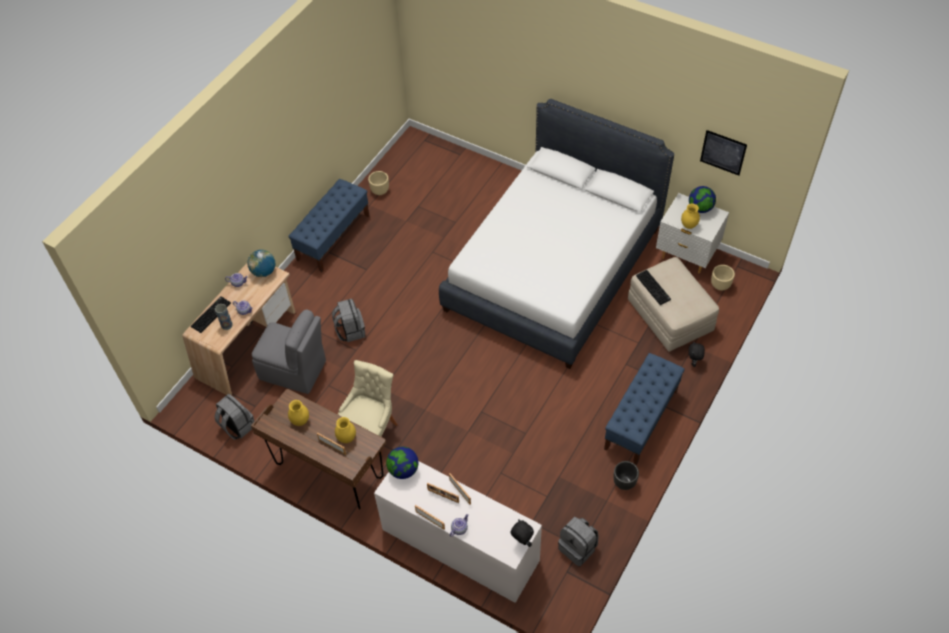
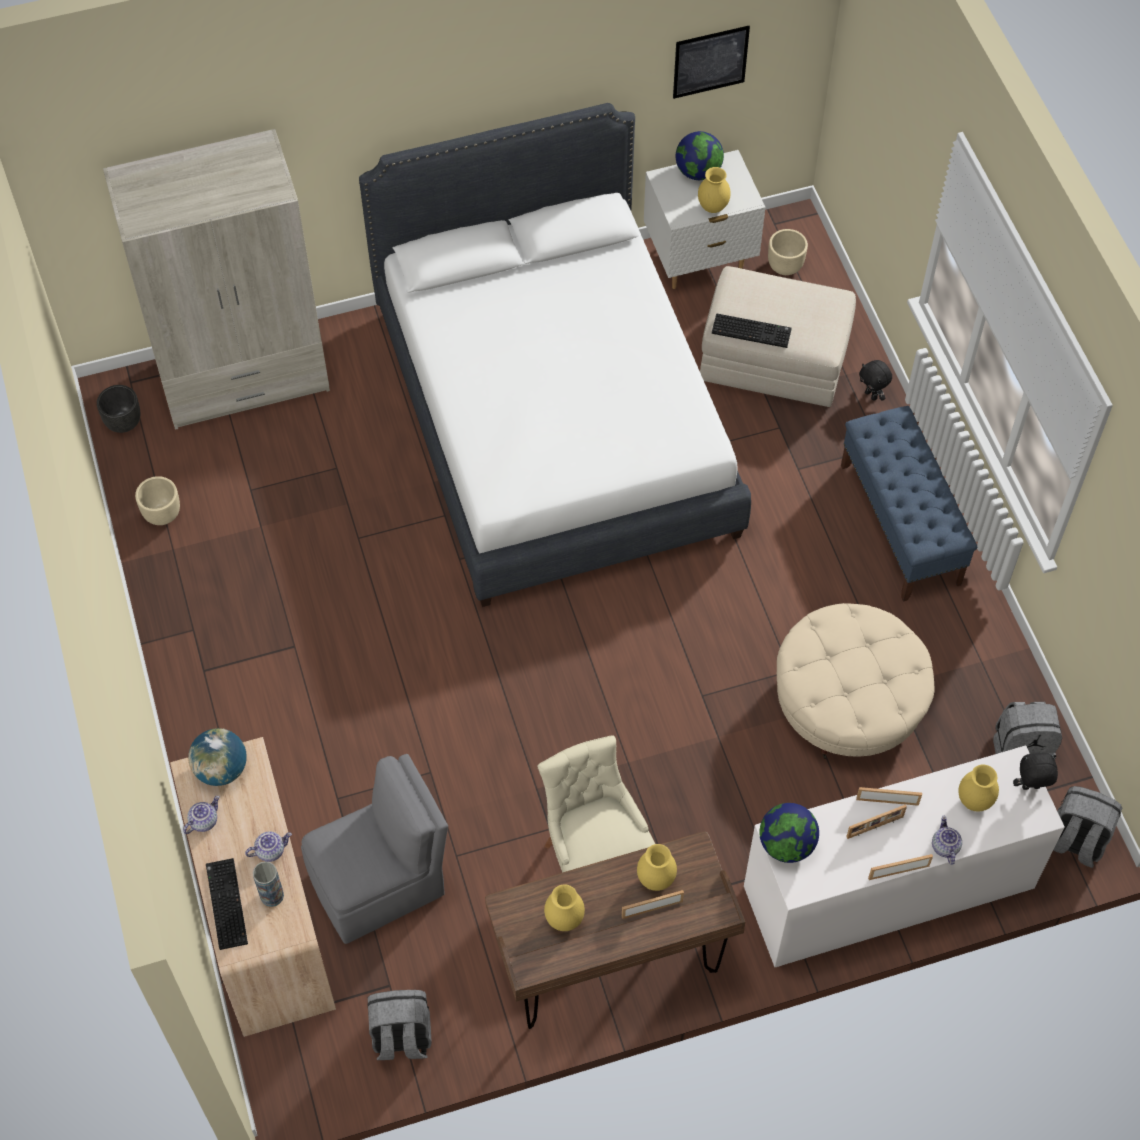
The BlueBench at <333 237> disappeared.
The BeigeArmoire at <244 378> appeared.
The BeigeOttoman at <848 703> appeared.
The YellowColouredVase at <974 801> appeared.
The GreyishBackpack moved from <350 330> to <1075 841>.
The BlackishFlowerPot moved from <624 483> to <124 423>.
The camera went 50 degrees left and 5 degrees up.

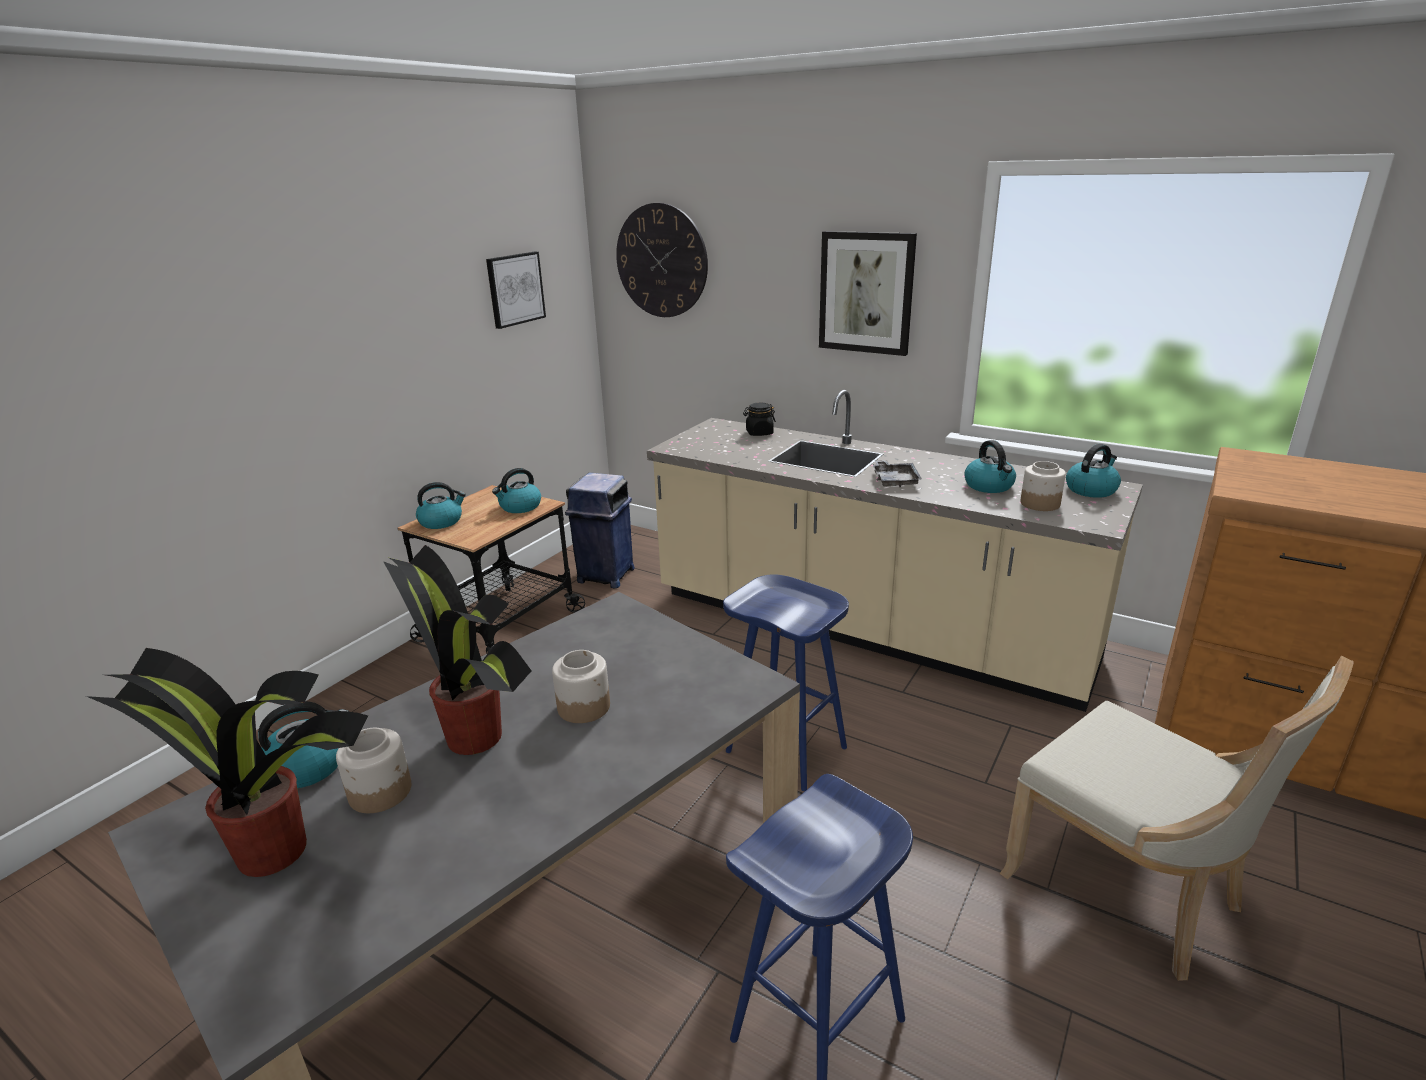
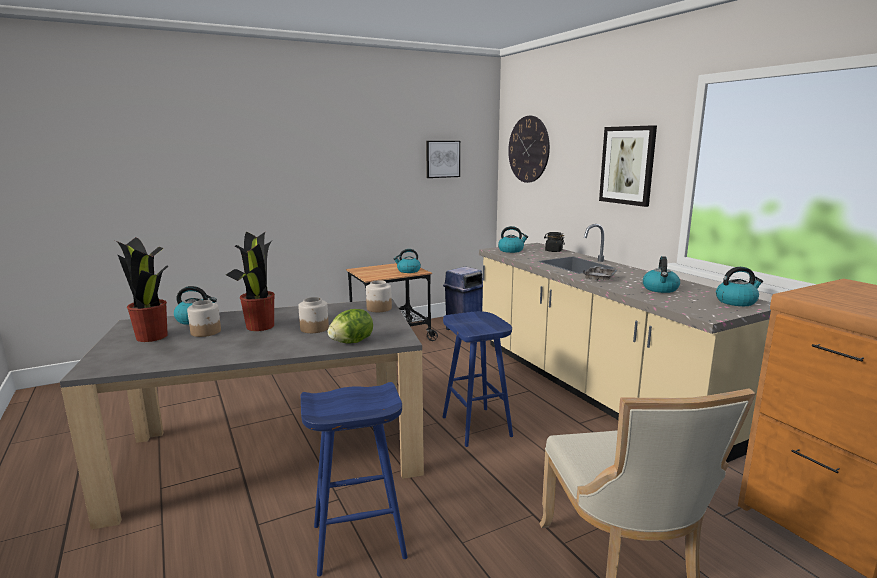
The LettuceHead at <351 342> appeared.
The TeaKettle moved from <441 521> to <511 250>.
The PreserveJar moved from <1039 504> to <378 308>.
The camera went 30 degrees right and 10 degrees down.

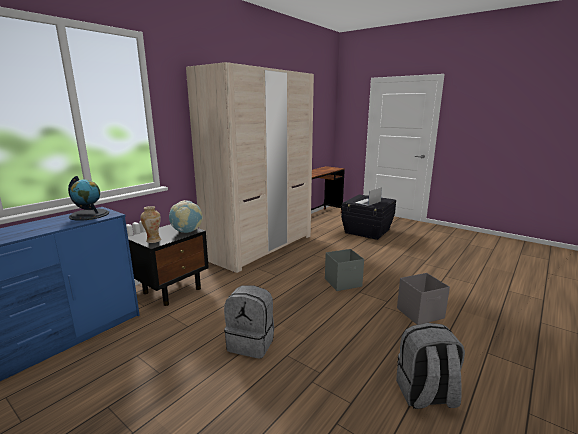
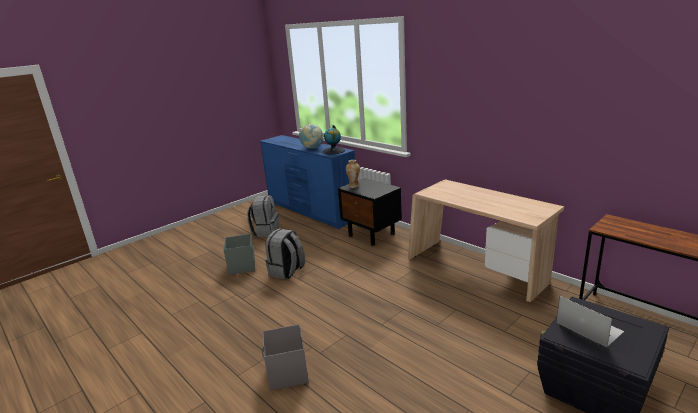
The Globe moved from <187 232> to <312 148>.
The GreyishStorageBin moved from <343 283> to <242 267>.
The GreyishBackpack moved from <425 395> to <265 231>.
The BeigeArmoire at <260 247> was replaced by the BeigeDeskTable at <476 270>.
The camera went 100 degrees right and 5 degrees up.

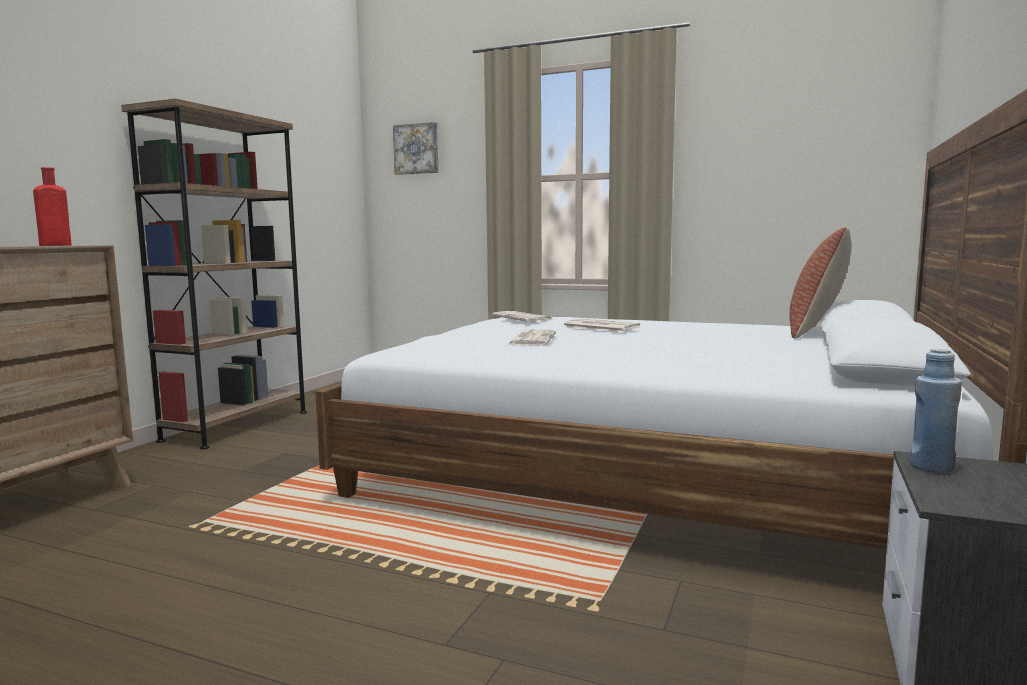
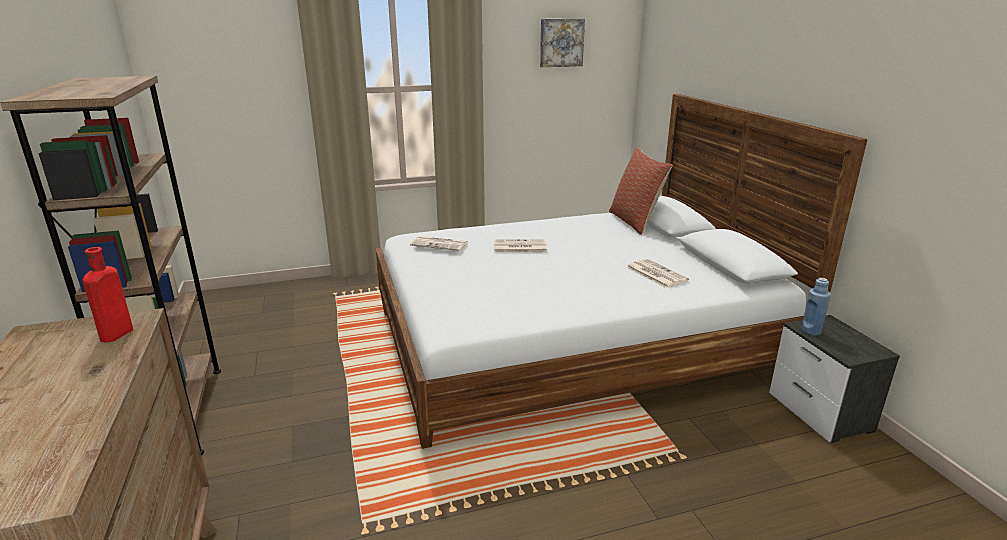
The Picture moved from <417 149> to <561 42>.
The DailyPaper moved from <531 339> to <655 274>.
The camera went 40 degrees left and 15 degrees up.

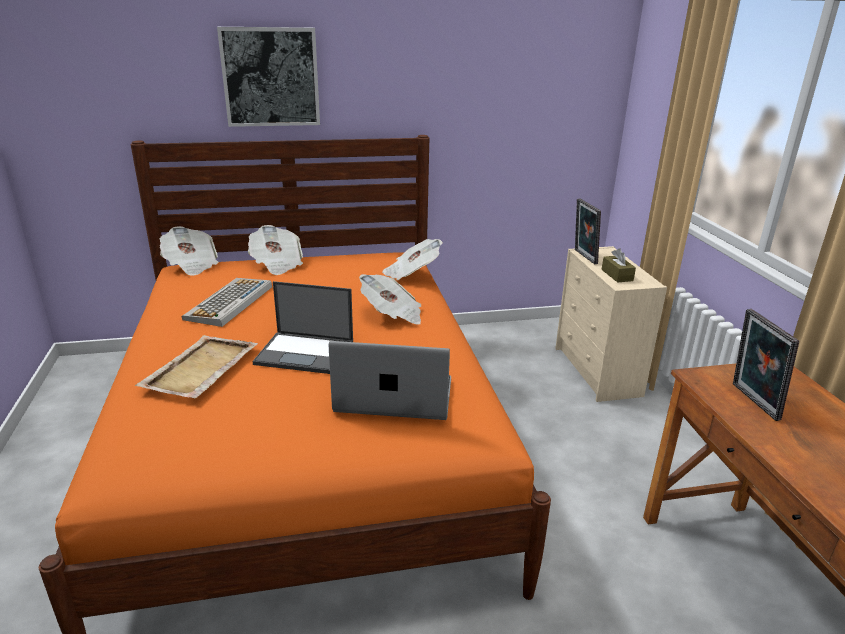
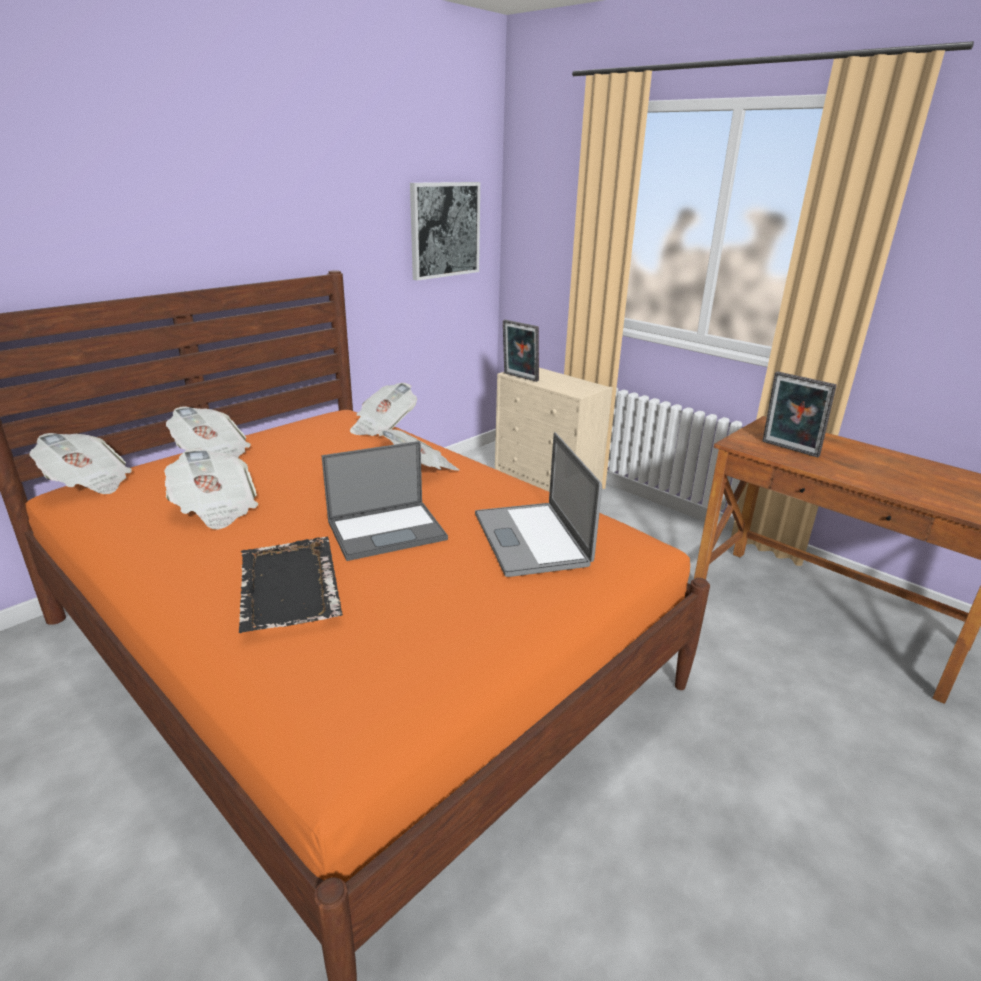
The BrownishTissueHolder at <617 275> disappeared.
The Picture moved from <271 77> to <444 230>.
The PcKeyboard at <229 303> was replaced by the DailyPaper at <215 509>.
The BeigeTray at <200 369> became the BlackishTray at <288 587>.
The NotebookComputer at <394 396> turned 75 degrees counterclockwise.
The camera went 35 degrees left and 0 degrees up.

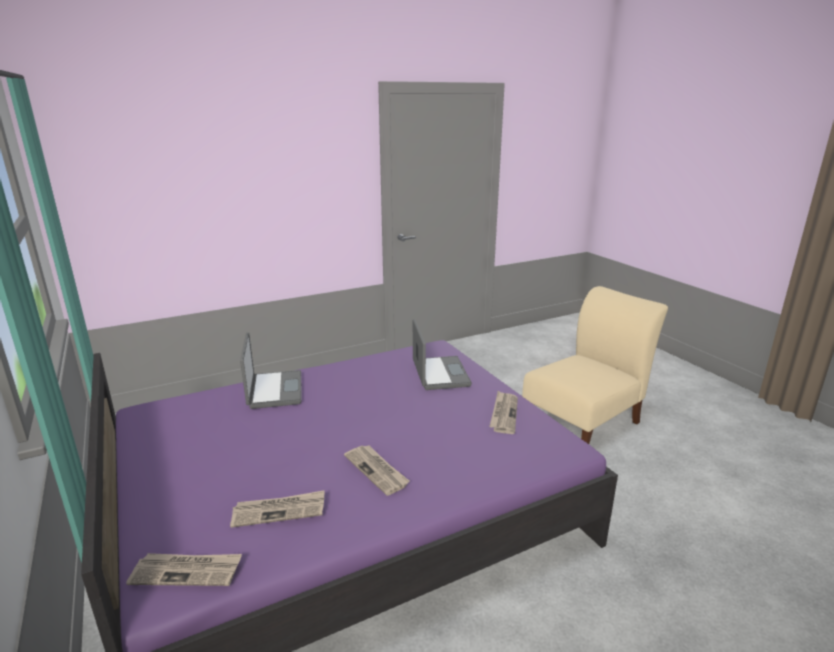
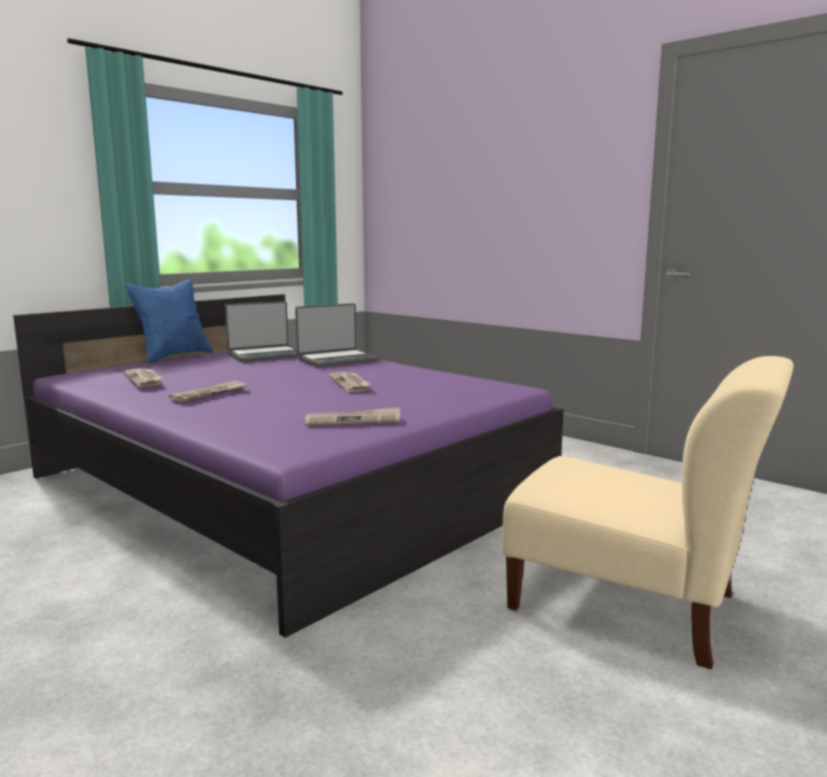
The BluePillow at <173 357> appeared.
The DailyPaper moved from <187 571> to <351 384>.
The NotebookComputer moved from <439 374> to <265 355>.
The camera went 70 degrees right and 10 degrees down.

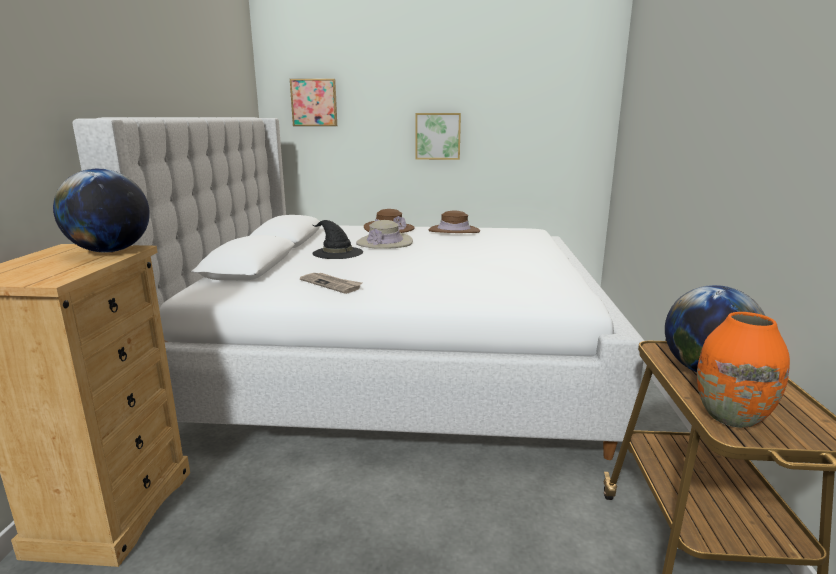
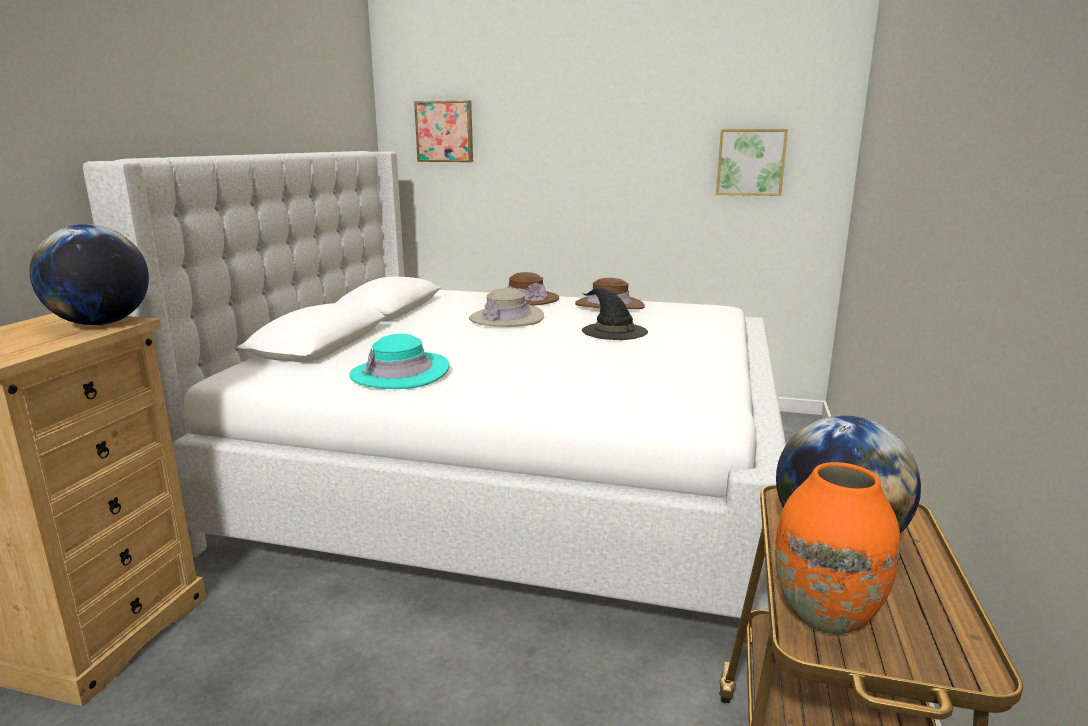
The BlackishHat moved from <337 252> to <613 331>.
The Picture moved from <438 136> to <750 162>.
The DailyPaper at <331 284> was replaced by the TurquoiseHat at <400 373>.
The camera went 10 degrees right and 0 degrees up.

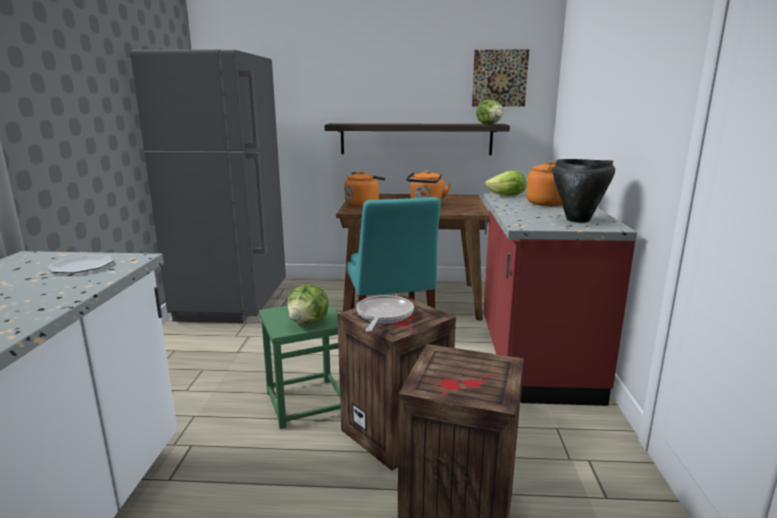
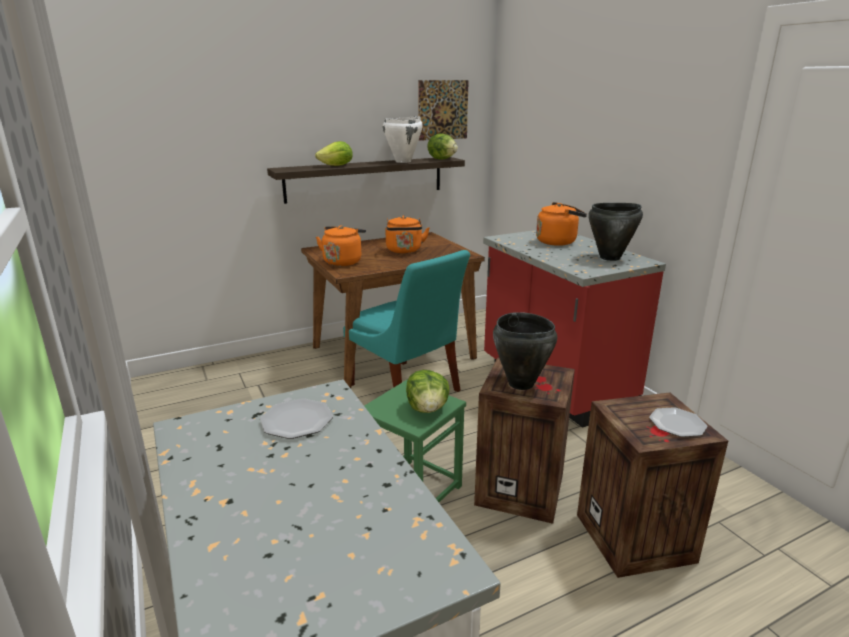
The GreyishRefrigerator at <233 302> disappeared.
The WhiteSaucepot at <403 161> appeared.
The FlatDish at <676 424> appeared.
The LettuceHead moved from <507 196> to <337 166>.
The Pan at <383 315> was replaced by the BlackishSaucepot at <520 384>.
The camera went 30 degrees left and 5 degrees up.

